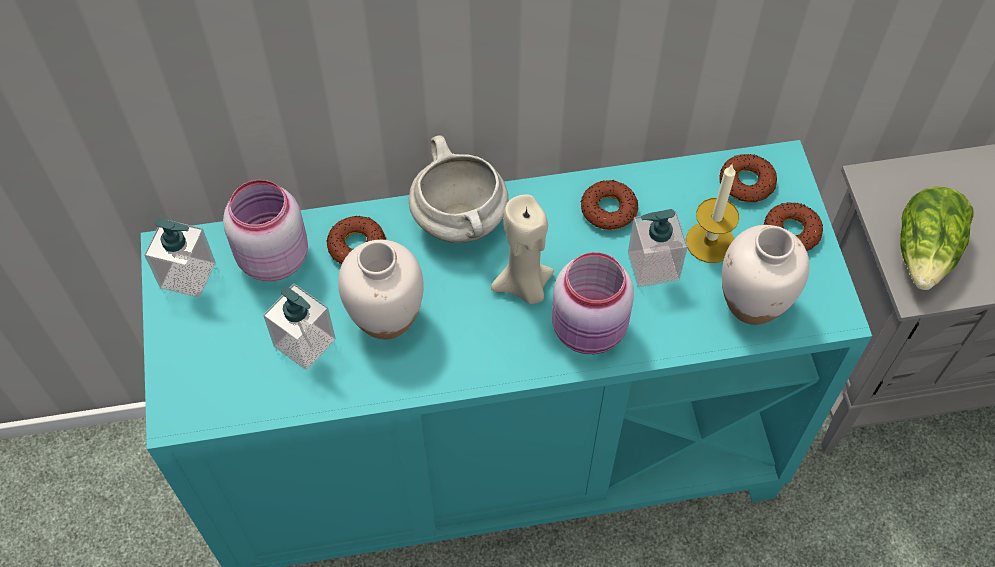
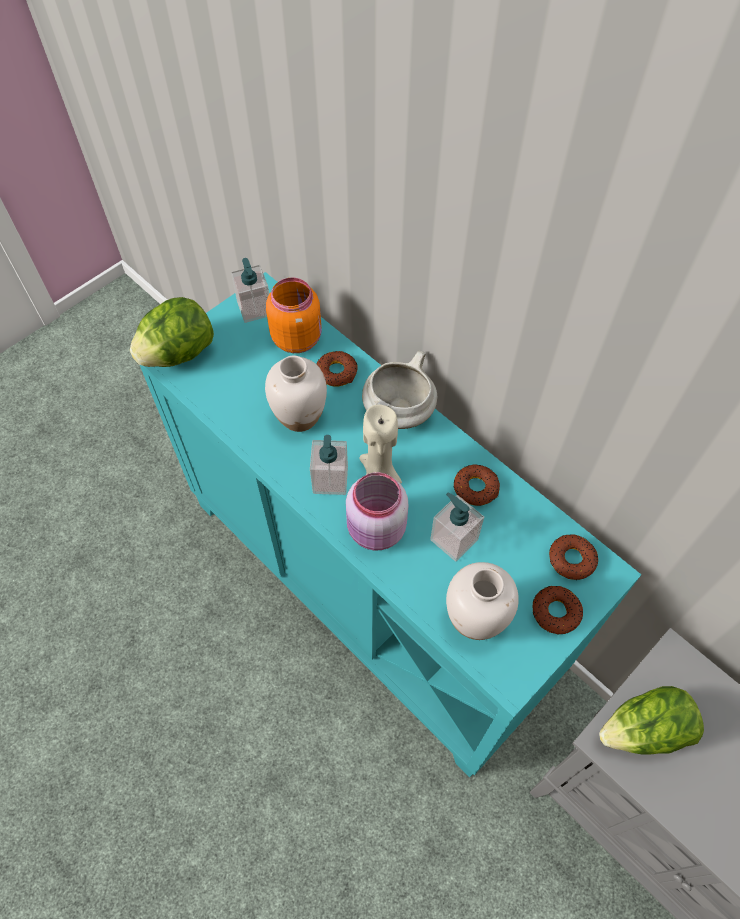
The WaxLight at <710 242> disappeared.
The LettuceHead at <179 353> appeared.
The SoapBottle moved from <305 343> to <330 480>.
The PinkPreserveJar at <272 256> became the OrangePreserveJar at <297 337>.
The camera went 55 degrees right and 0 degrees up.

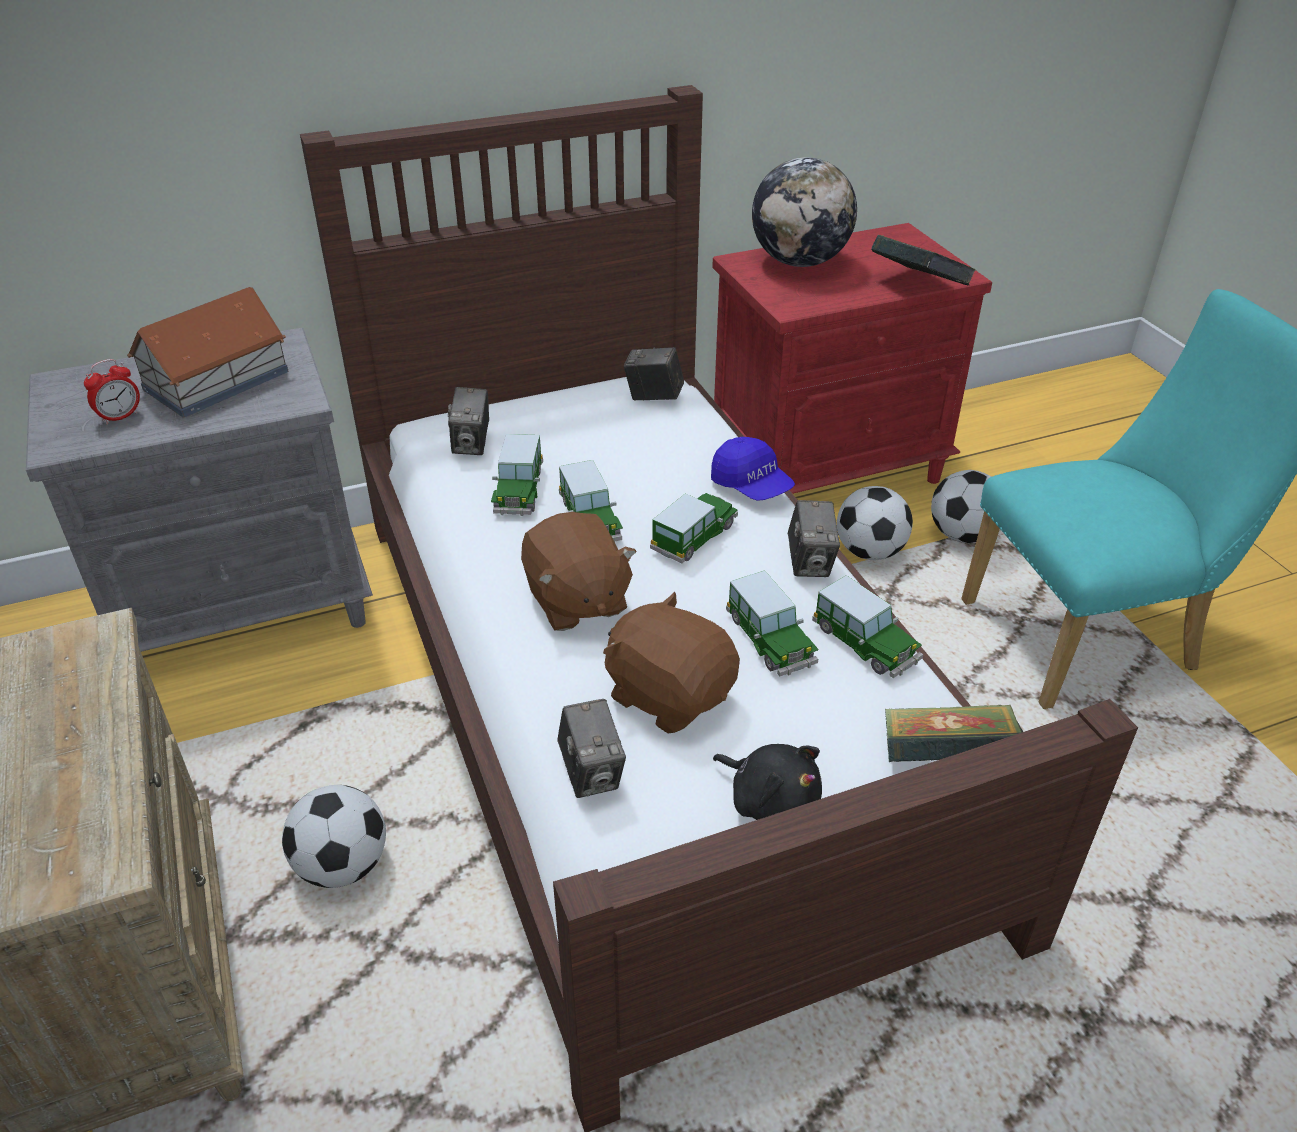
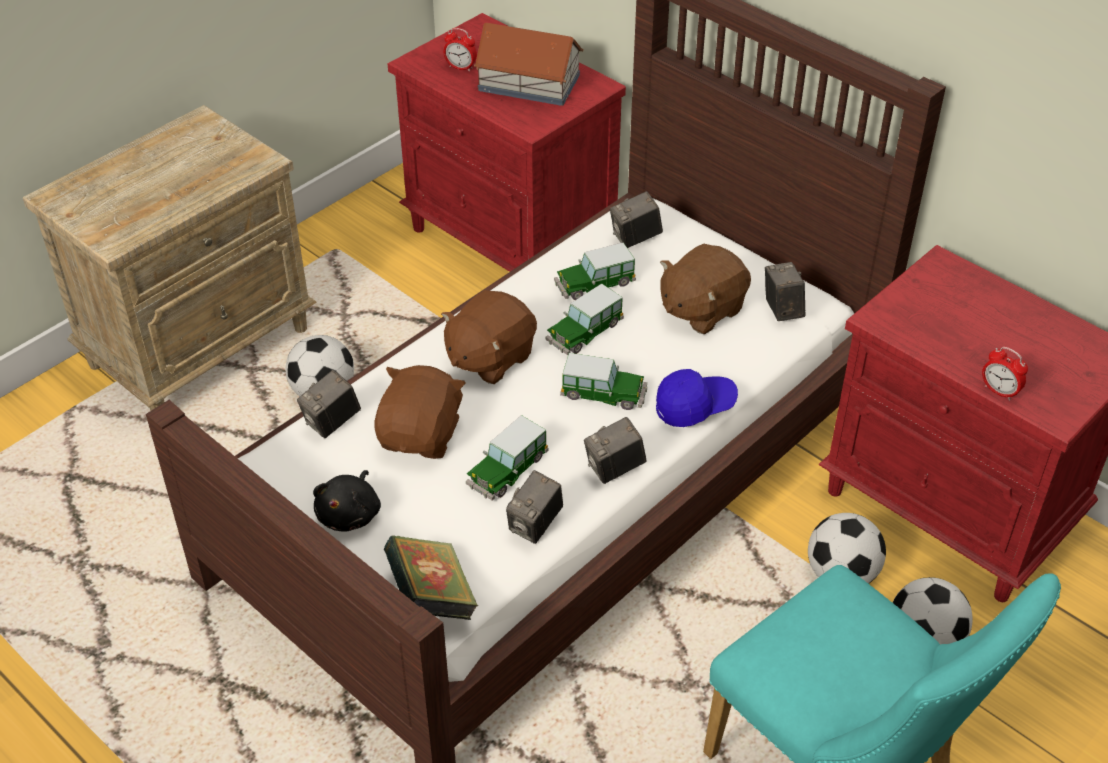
The Globe at <800 262> disappeared.
The BrownishPlushToy at <701 309> appeared.
The MiniatureCar at <865 644> was replaced by the PhotoCamera at <535 525>.
The Book at <918 287> was replaced by the TableClock at <999 391>.
The GreyishNightstand at <246 607> became the RedColouredNightstand at <512 241>.
The BlueCap at <751 486> turned 135 degrees counterclockwise.
The camera went 65 degrees right and 5 degrees up.

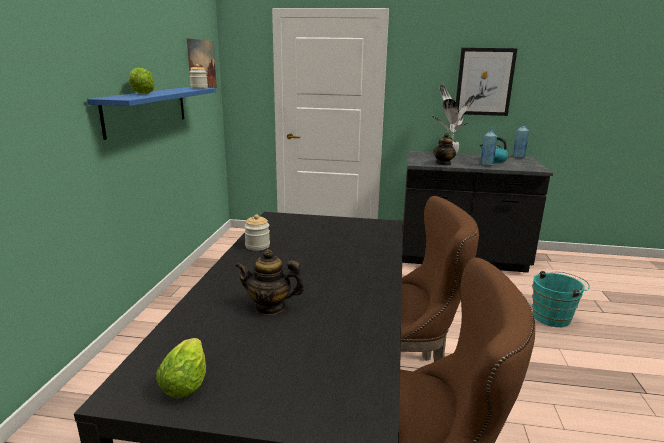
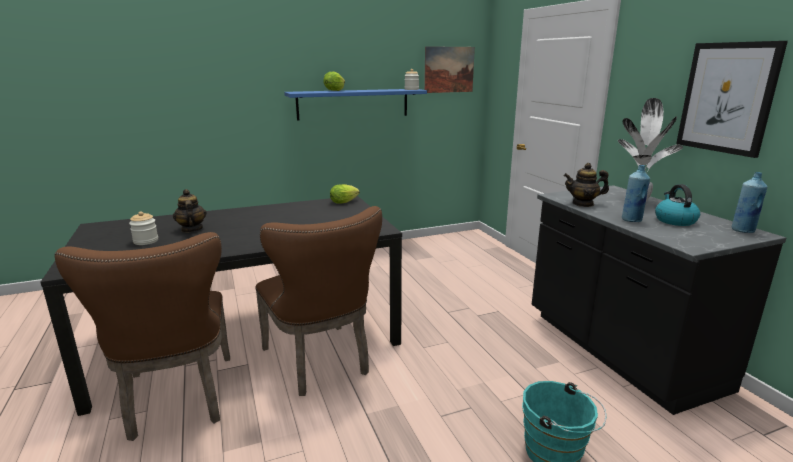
The LettuceHead moved from <187 381> to <345 202>.
The PreserveJar moved from <257 246> to <146 241>.
The camera went 60 degrees right and 0 degrees up.

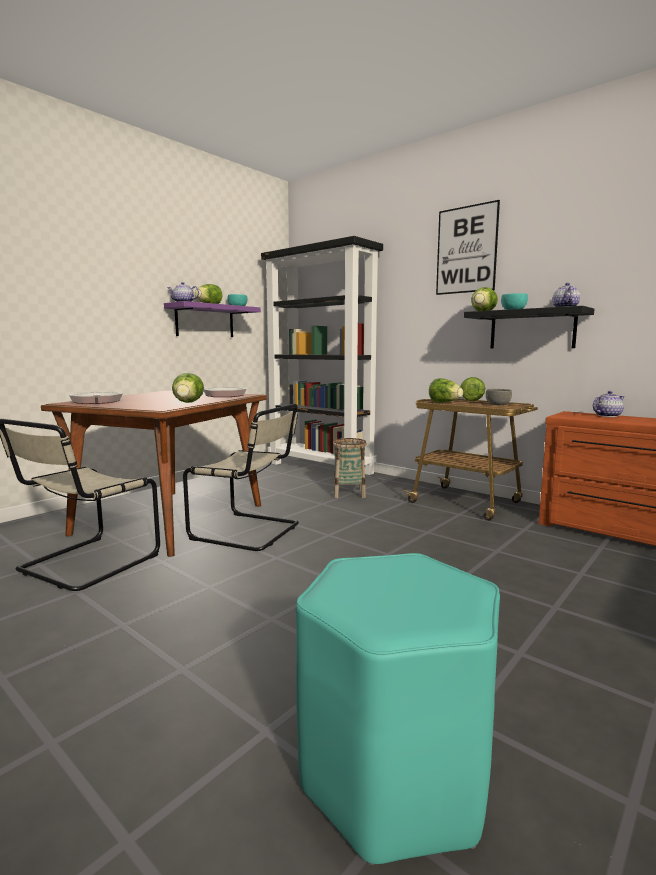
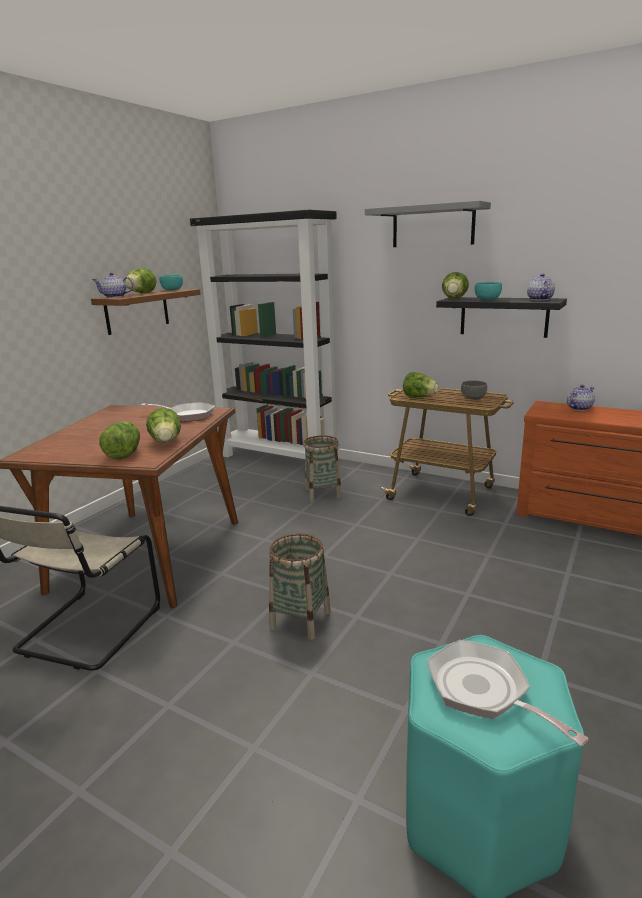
The BeigeChair at <249 532> disappeared.
The Basket at <300 620> appeared.
The Pan moved from <97 402> to <484 691>.
The LettuceHead moved from <470 400> to <124 454>.
The Picture at <466 250> was replaced by the GreyishBracketShelf at <433 226>.
The PurpleBracketShelf at <205 321> became the BrownishBracketShelf at <137 311>.
The camera went 10 degrees left and 10 degrees up.

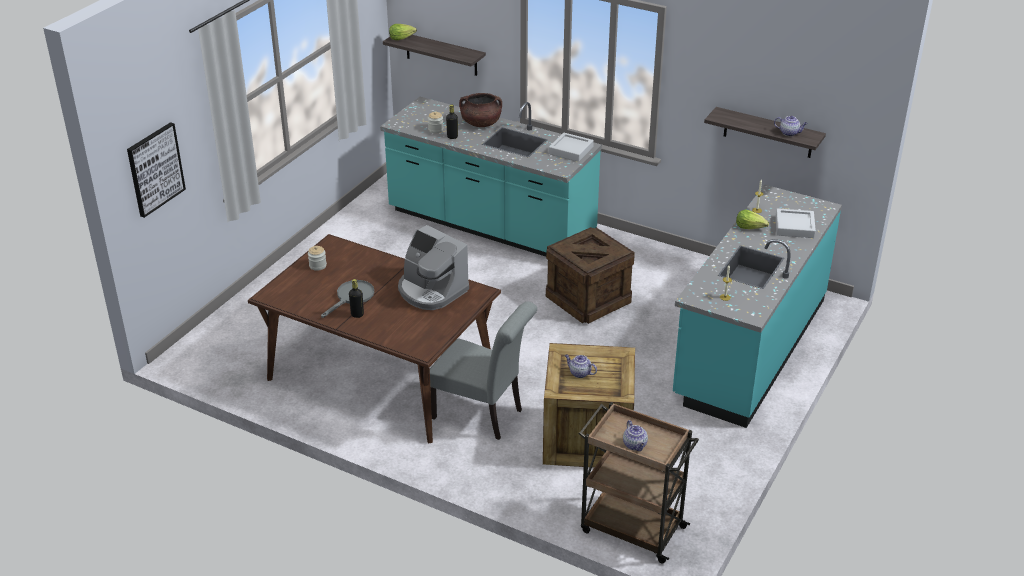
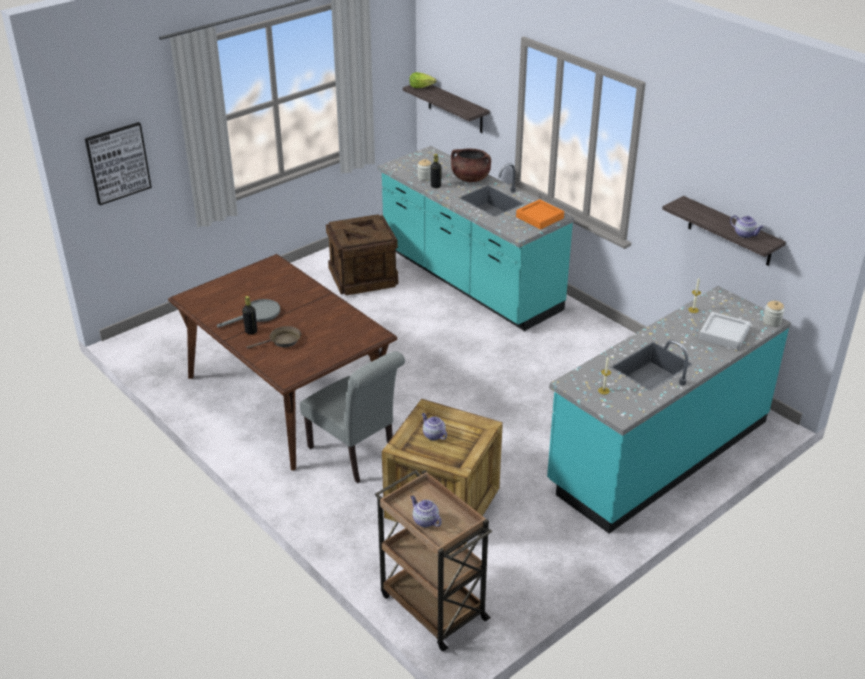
The CoffeeMachine at <431 291> disappeared.
The LettuceHead at <750 227> disappeared.
The BrownishPan at <282 341> appeared.
The PreserveJar moved from <318 266> to <771 321>.
The ShippingCrate moved from <589 299> to <364 278>.
The GreyishTray at <571 150> became the OrangeTray at <539 217>.
The TeaPot at <635 445> turned 135 degrees clockwise.
The camera went 20 degrees right and 0 degrees up.

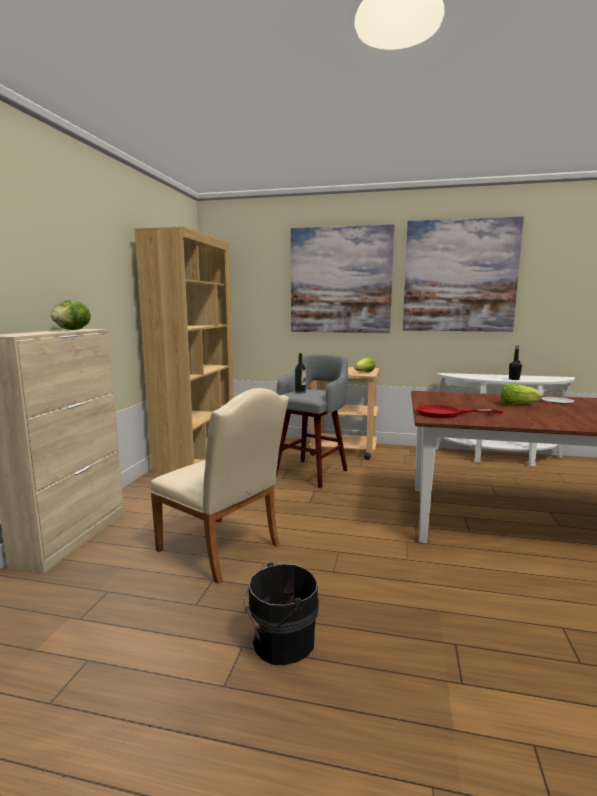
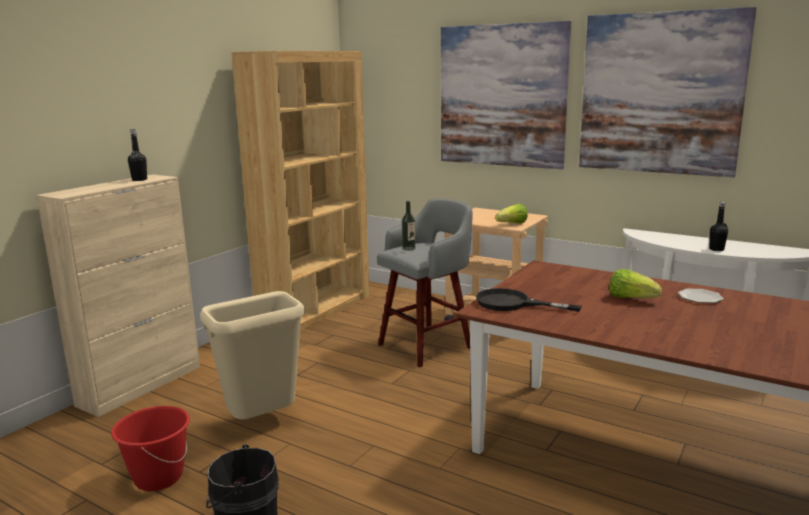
The RedColouredBucket at <158 478> appeared.
The LettuceHead at <73 330> was replaced by the BlackishDrinkBottle at <139 180>.
The BeigeChair at <224 550> was replaced by the BeigeWasteBin at <262 423>.
The RedColouredPan at <446 413> became the BlackishPan at <512 303>.
The camera went 20 degrees right and 5 degrees up.

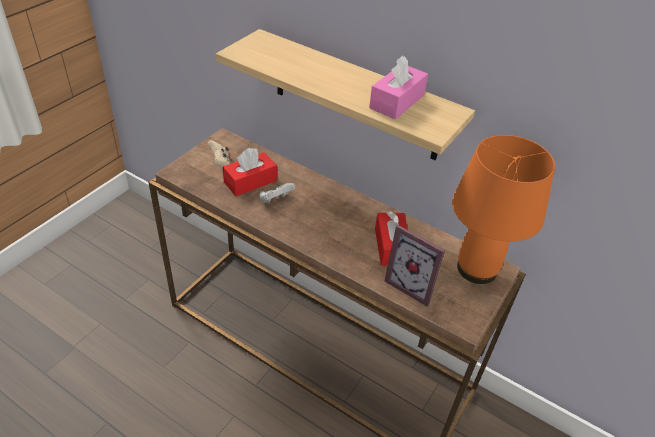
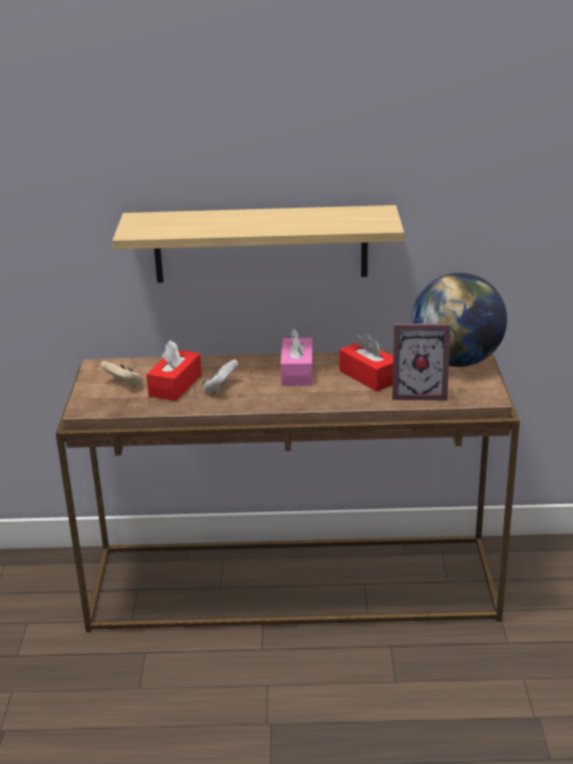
The PinkTissueHolder moved from <397 101> to <297 372>.
The OrangeTableLamp at <477 268> was replaced by the Globe at <456 361>.
The camera went 30 degrees left and 15 degrees down.

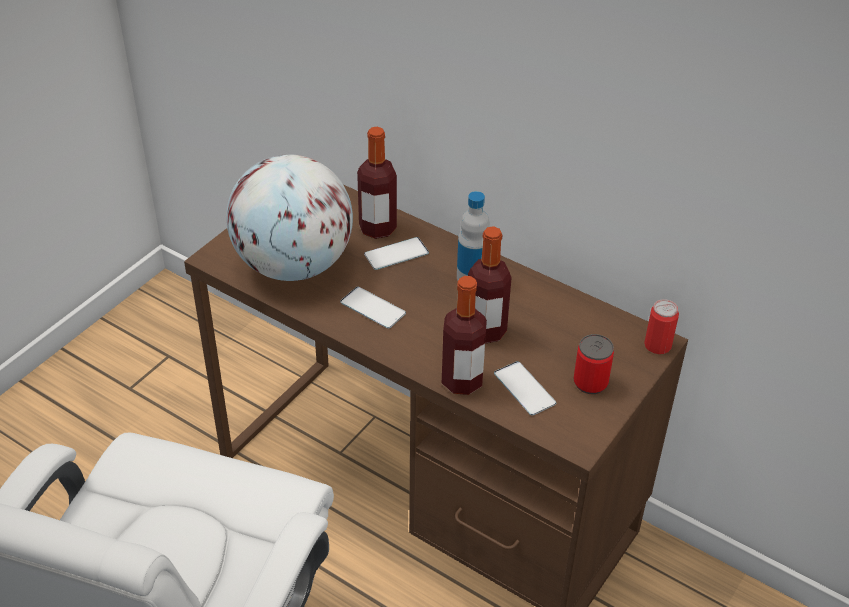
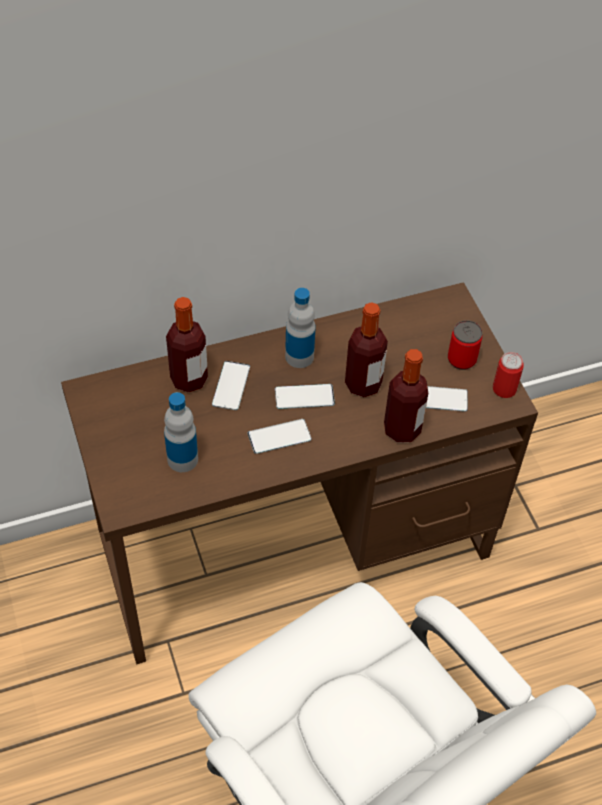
The Handset at <304 397> appeared.
The Can moved from <657 345> to <504 389>.
The Globe at <293 265> was replaced by the DrinkBottle at <182 459>.
The camera went 55 degrees left and 10 degrees up.

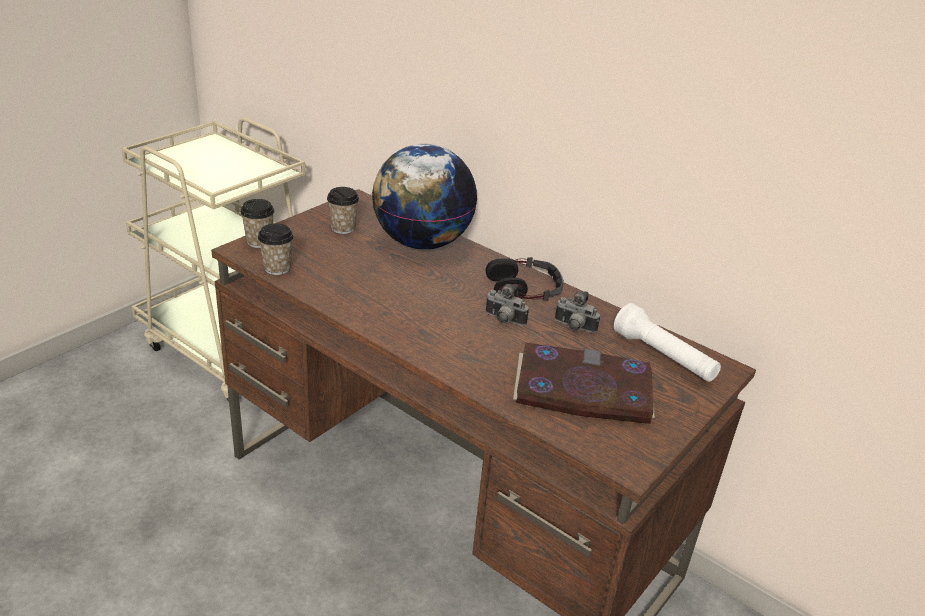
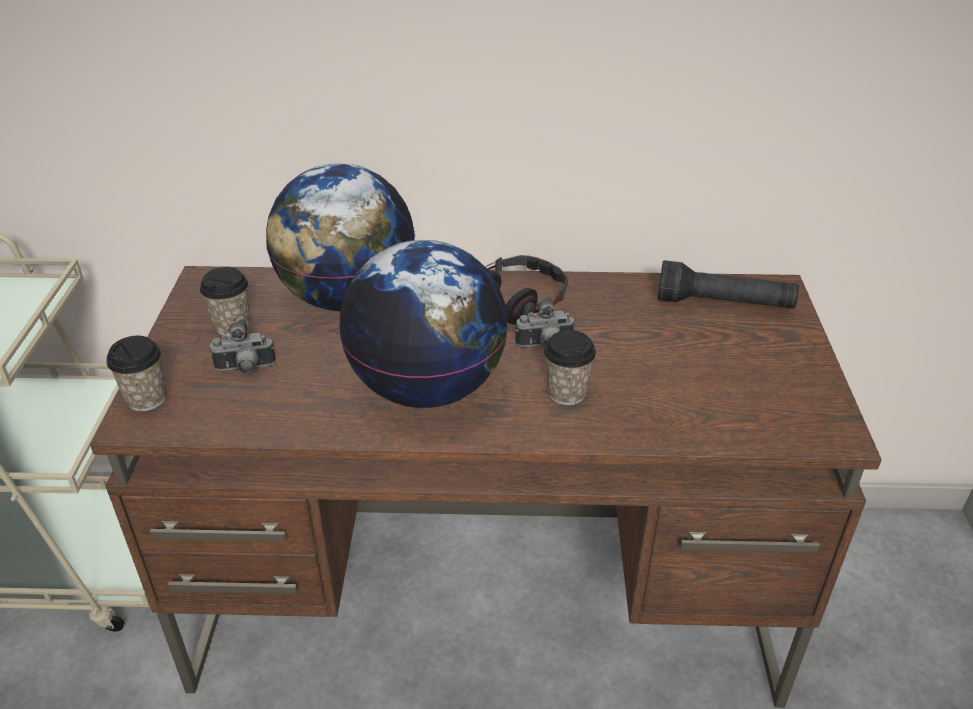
The Book at <582 390> disappeared.
The Globe at <428 387> appeared.
The Cup moved from <277 268> to <566 393>.
The PhotoCamera moved from <573 328> to <245 369>.
The WhiteFlashlight at <664 357> became the BlackishFlashlight at <724 304>.
The camera went 35 degrees left and 5 degrees up.

